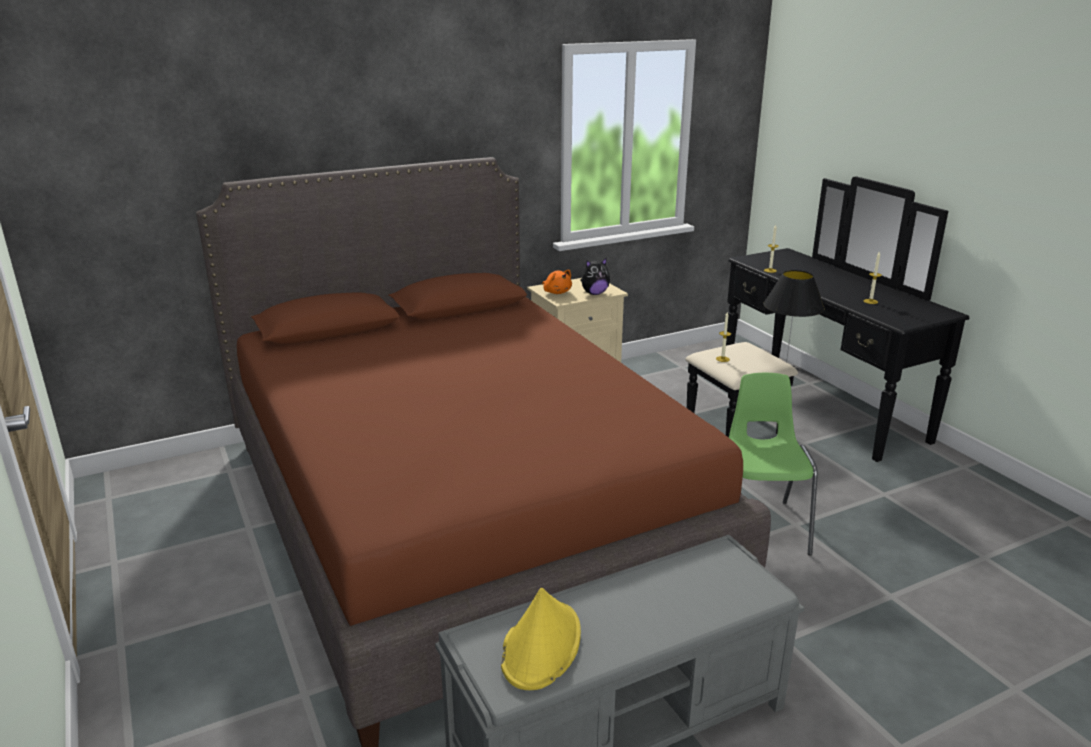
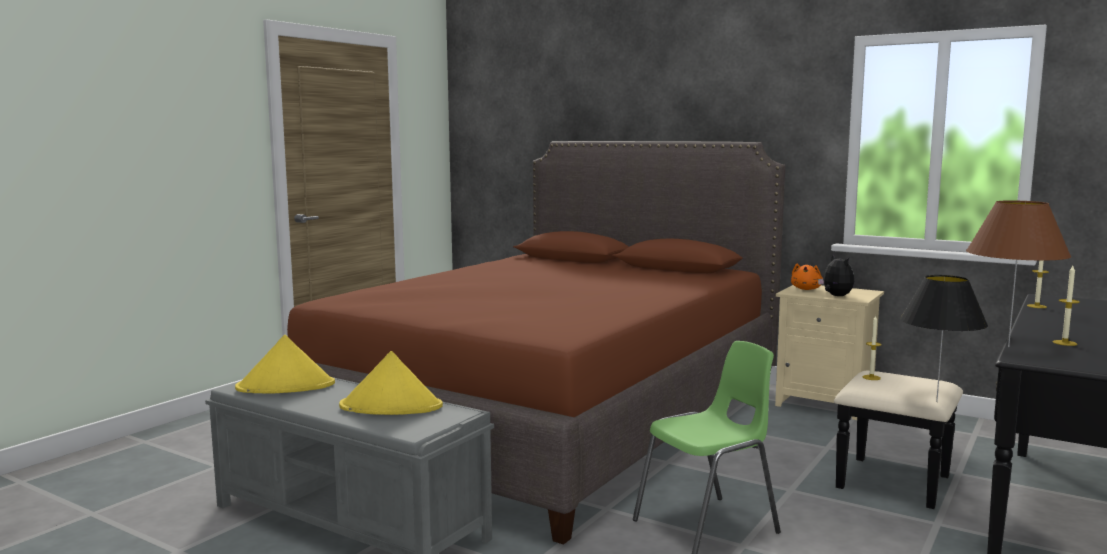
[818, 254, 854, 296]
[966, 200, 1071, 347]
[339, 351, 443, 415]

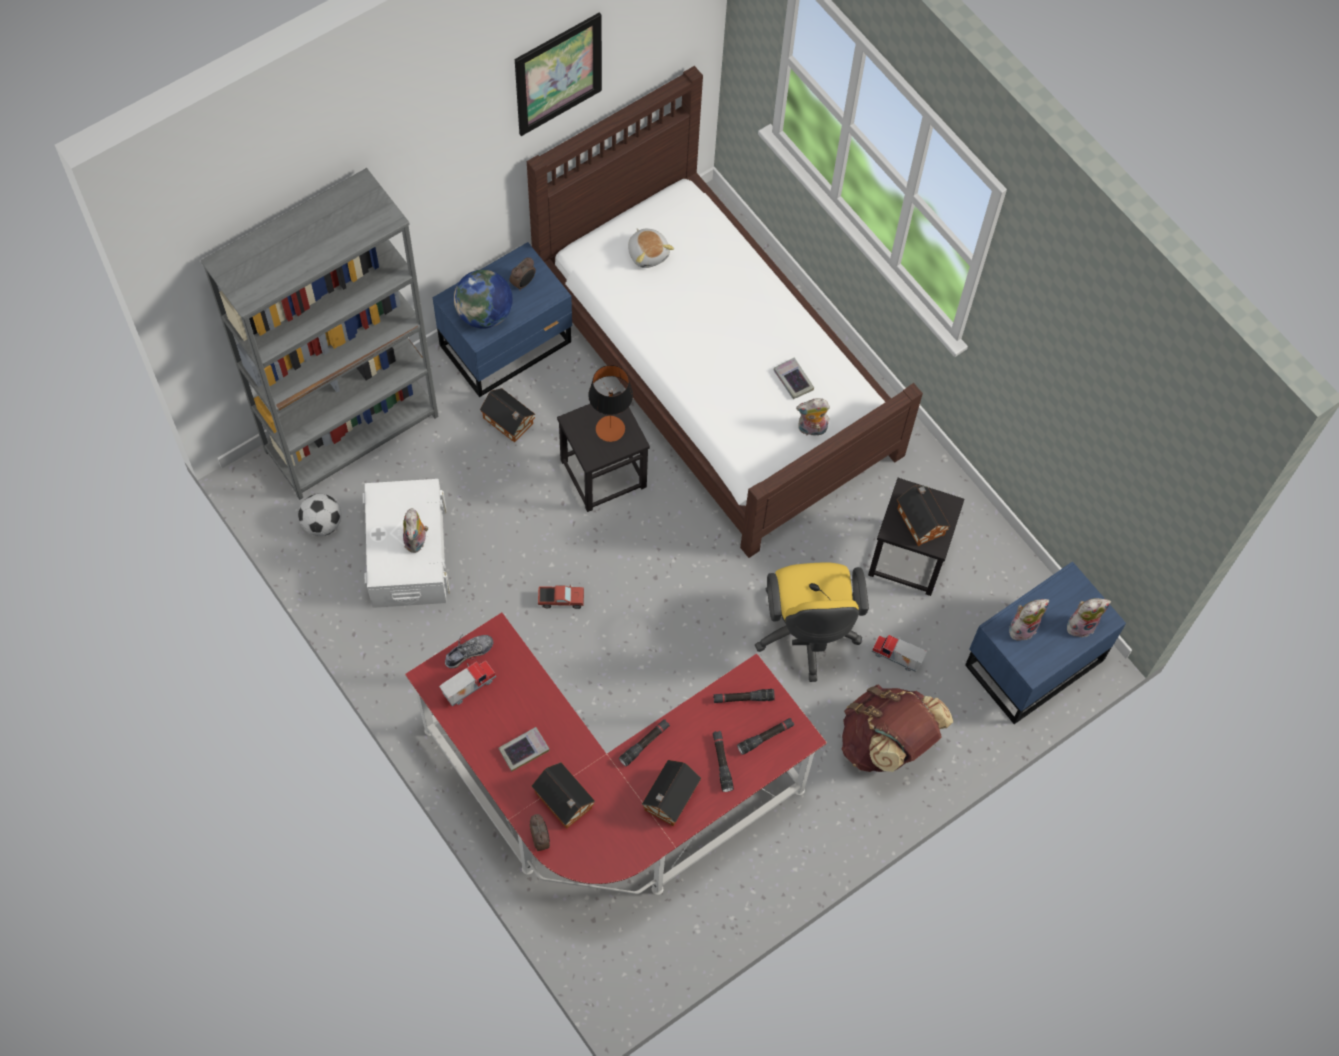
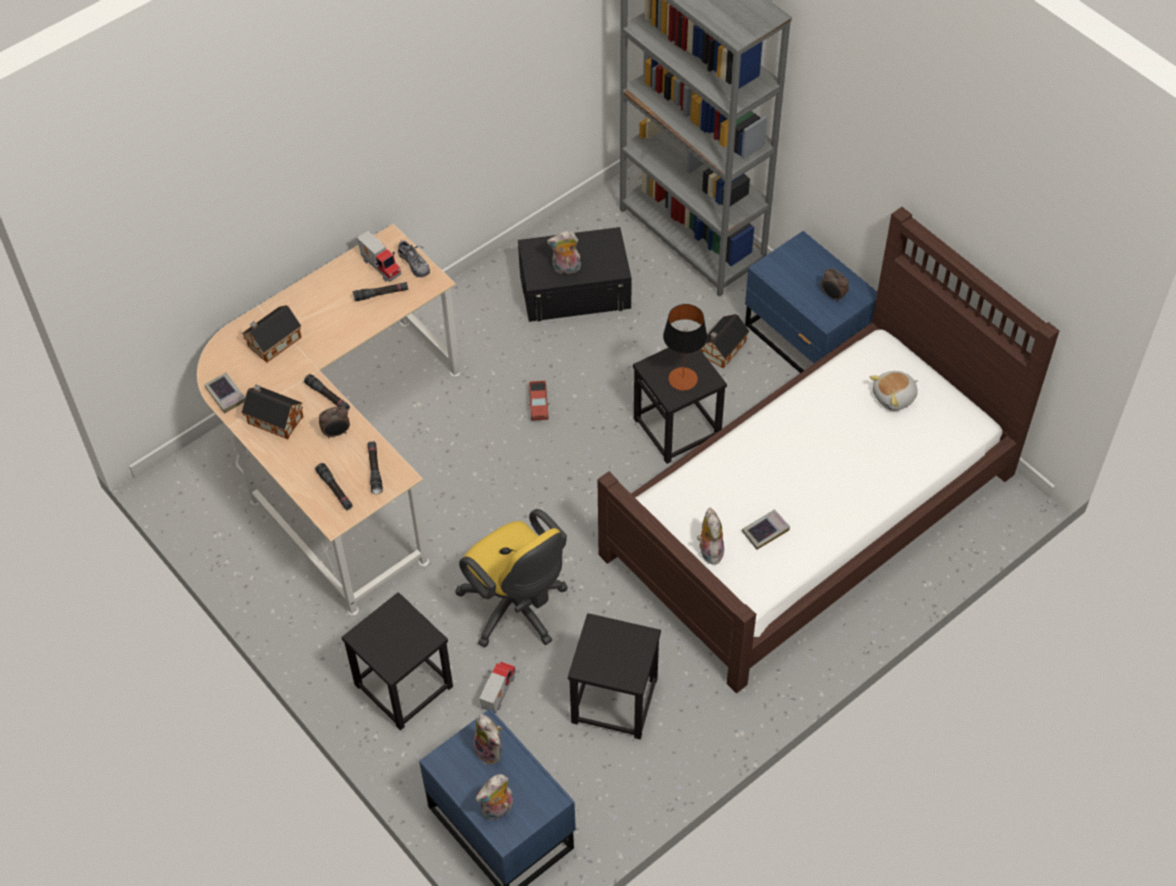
[515, 12, 602, 136] (first image)
[454, 270, 513, 329] (first image)
[518, 227, 632, 322]
[897, 485, 951, 546] (first image)
[298, 494, 341, 536] (first image)
[455, 509, 568, 647]
[476, 774, 514, 820]
[197, 224, 460, 616]
[342, 592, 453, 730]
[204, 372, 245, 413]
[353, 282, 408, 301]
[319, 407, 350, 439]

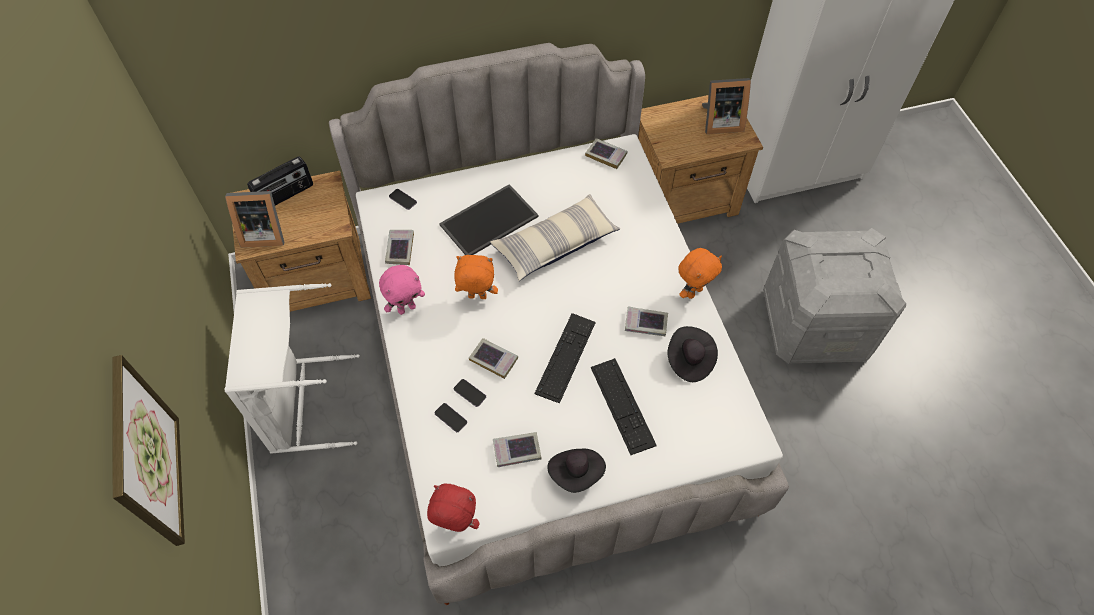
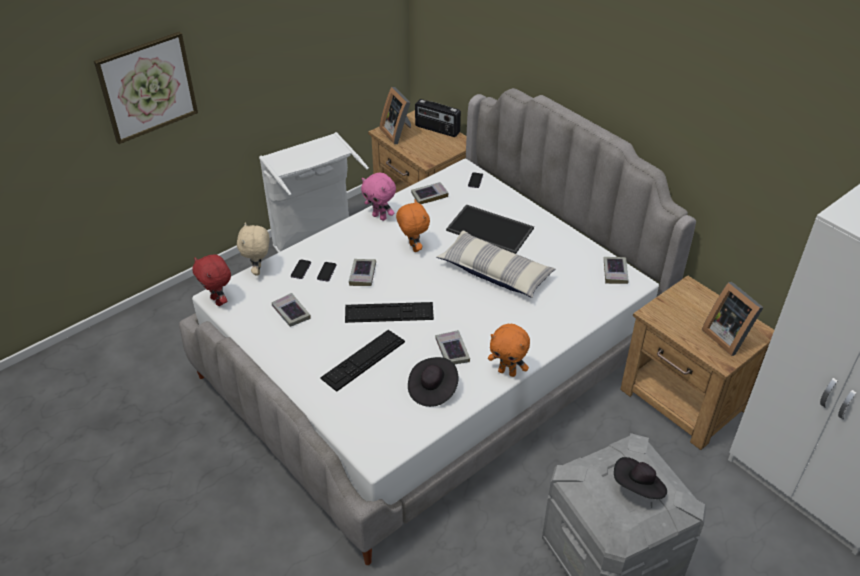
[614, 457, 667, 499]
[193, 254, 231, 306]
[237, 222, 269, 275]

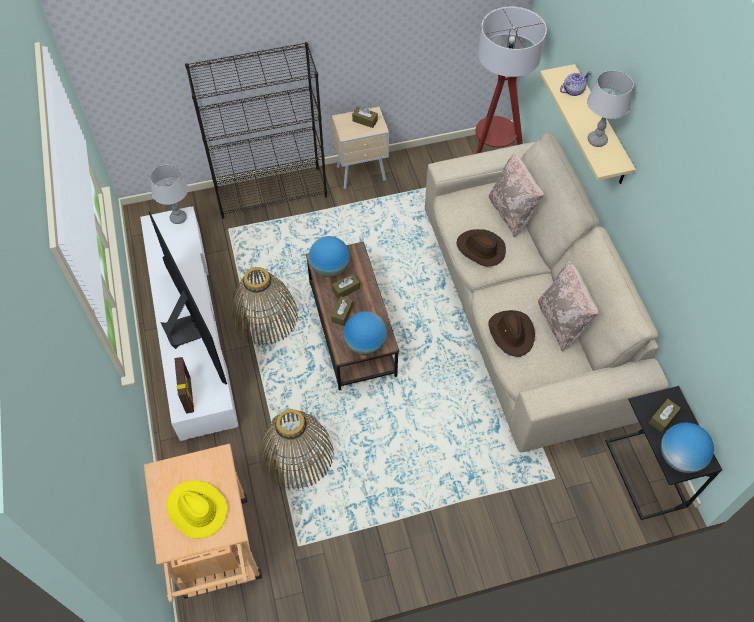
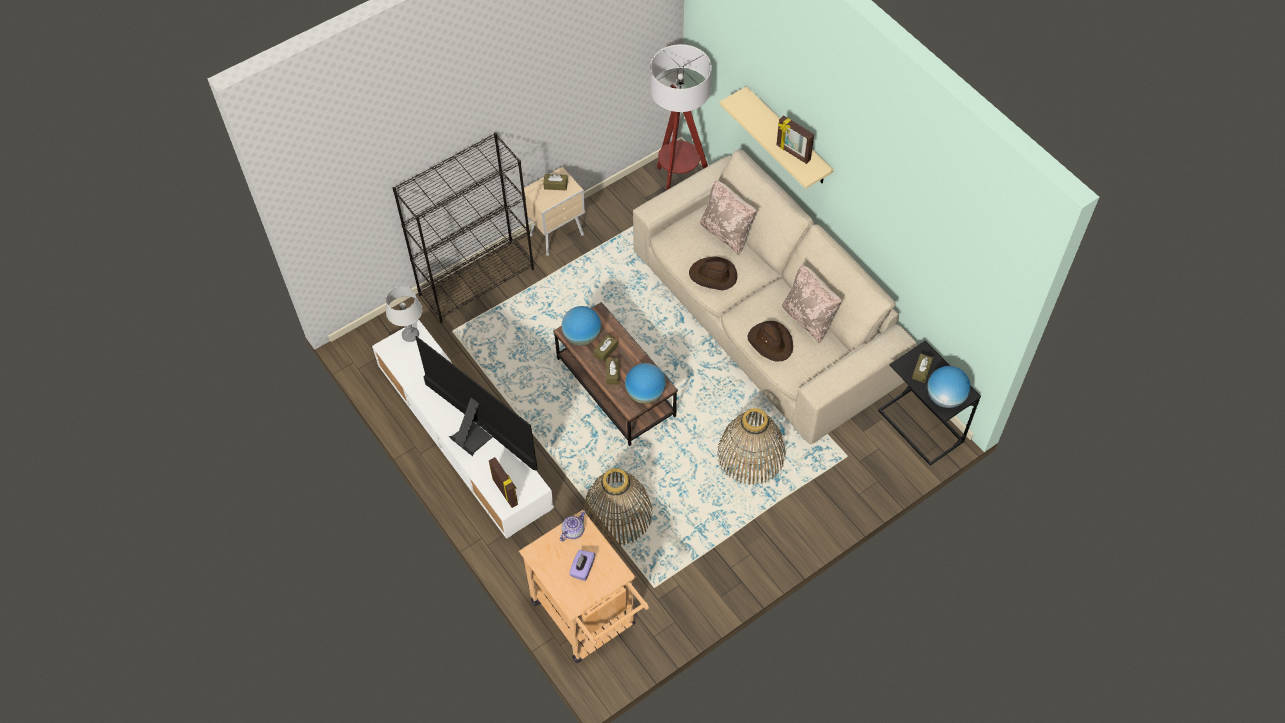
[776, 115, 814, 164]
[560, 511, 586, 541]
[717, 408, 786, 485]
[569, 550, 595, 581]

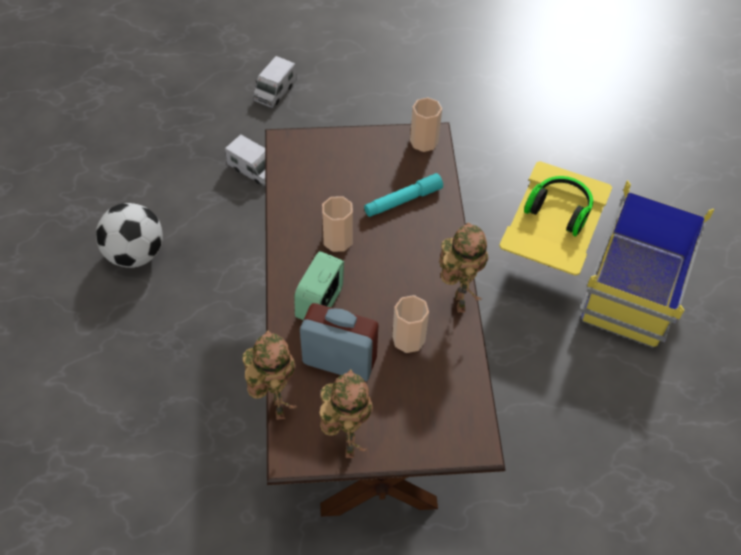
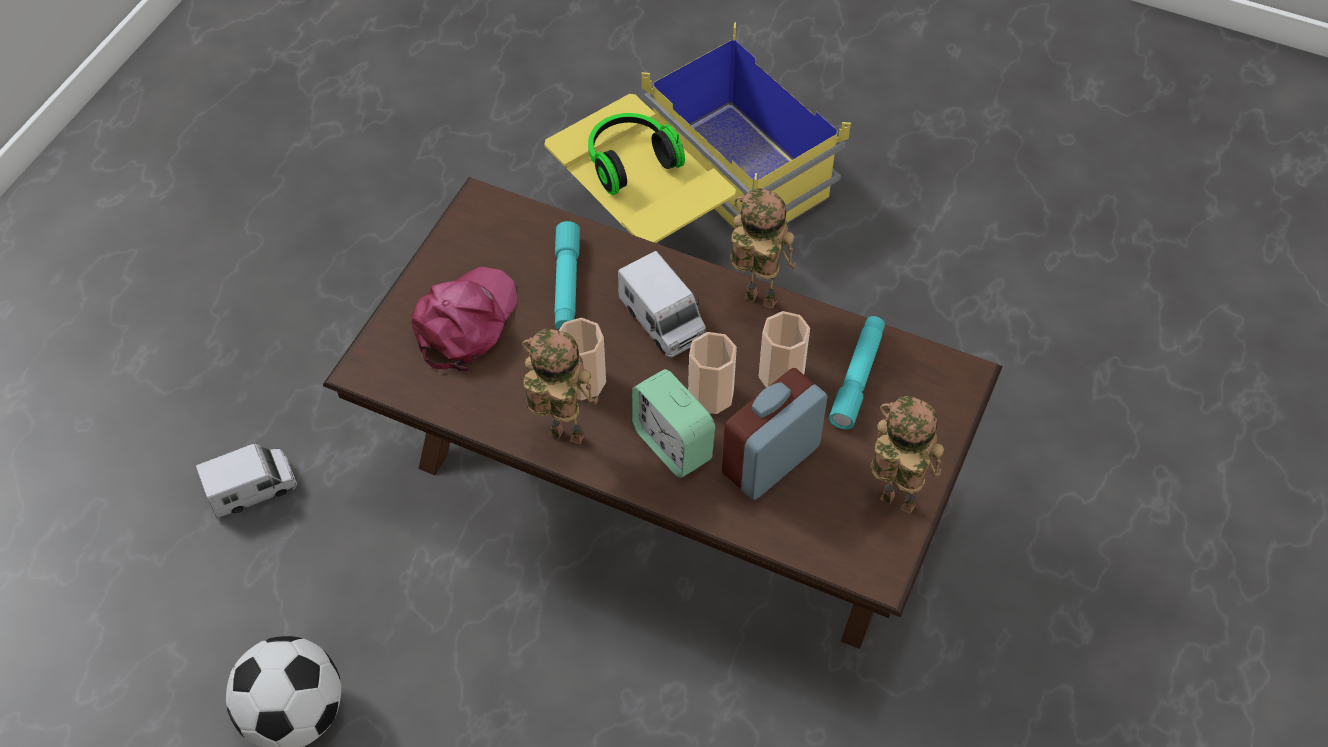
[618, 251, 706, 358]
[688, 332, 737, 414]
[522, 328, 599, 444]
[412, 266, 518, 371]
[829, 316, 885, 429]

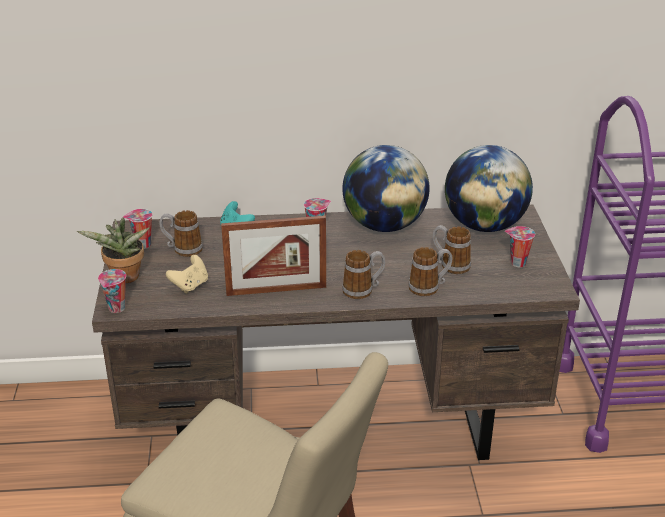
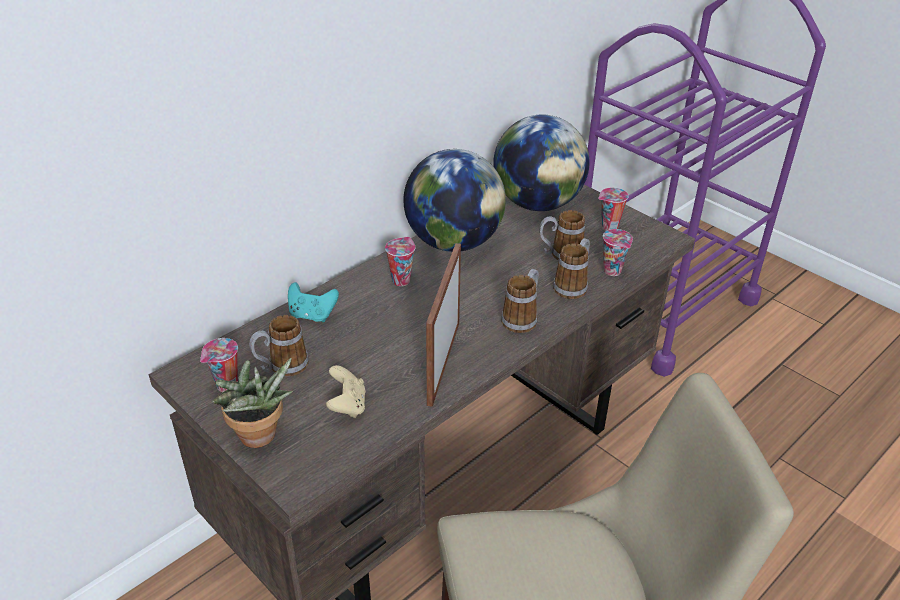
[426, 243, 461, 407]
[603, 229, 633, 276]

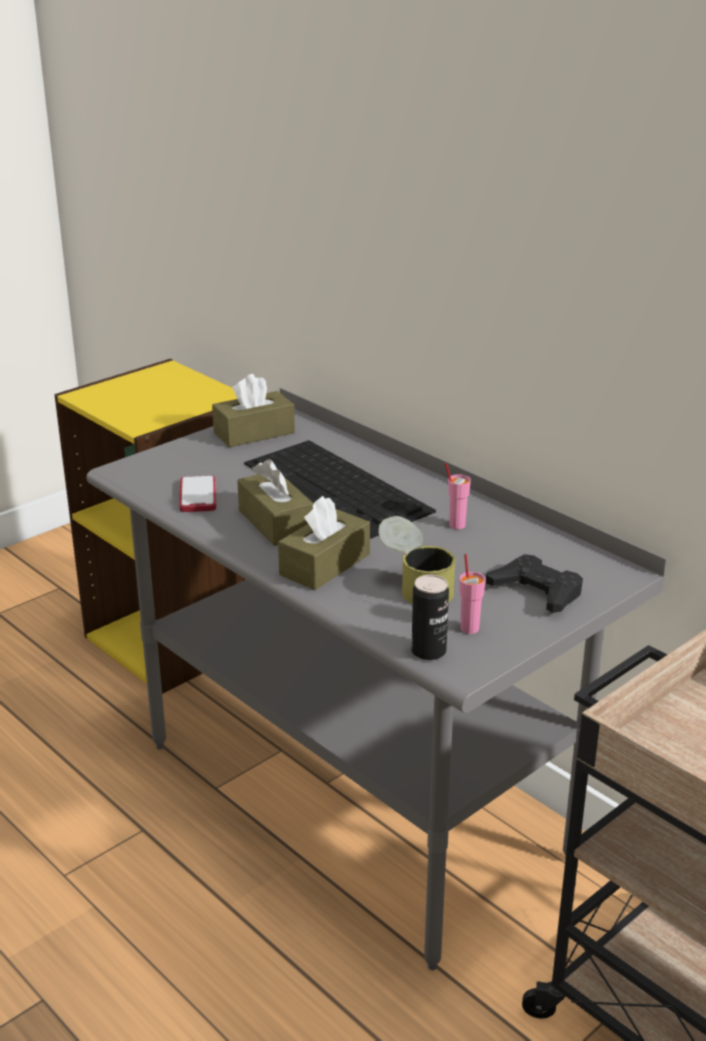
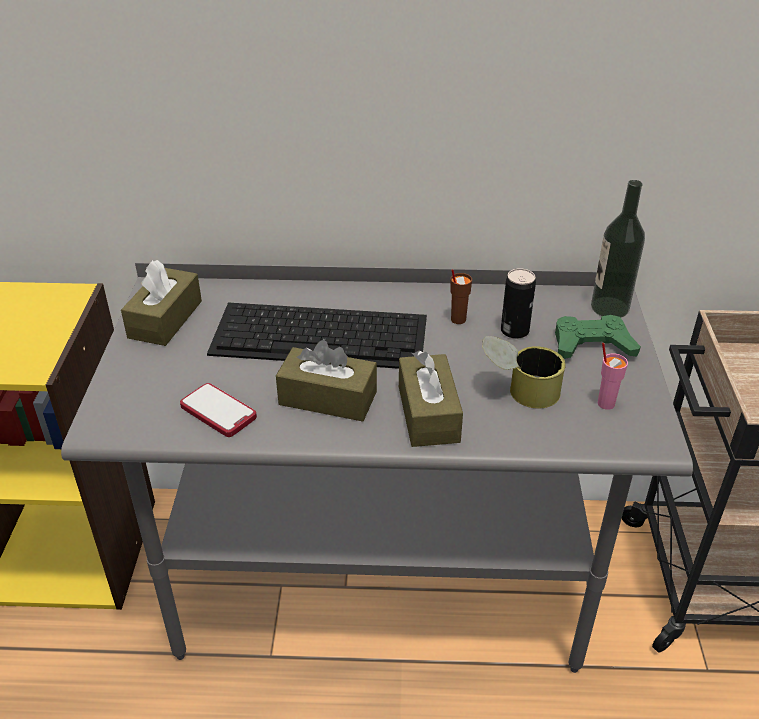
[451, 269, 472, 324]
[555, 315, 641, 359]
[501, 268, 536, 339]
[591, 180, 645, 318]

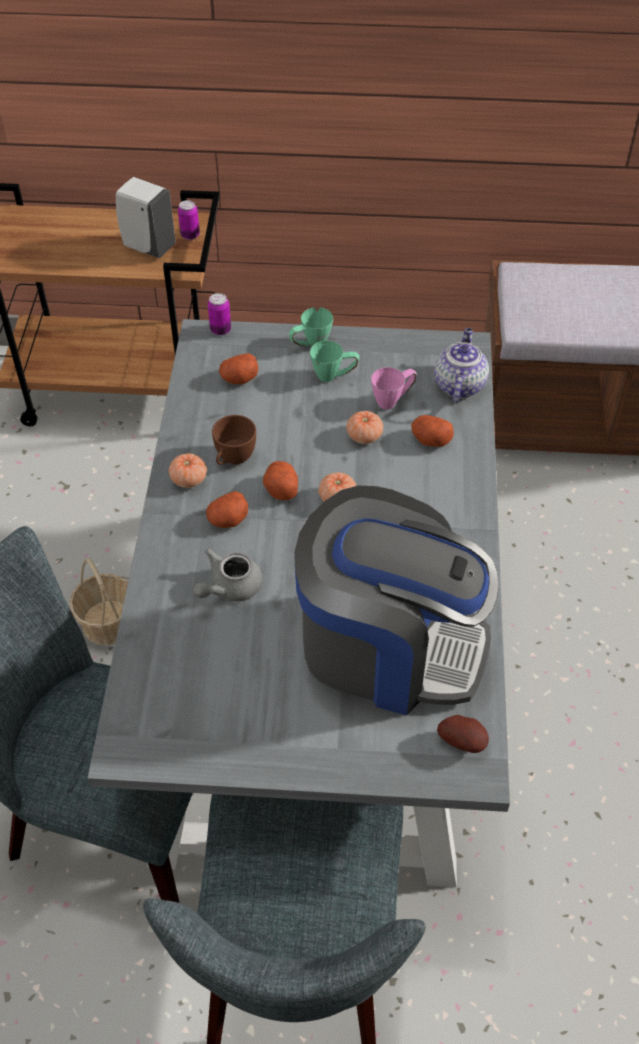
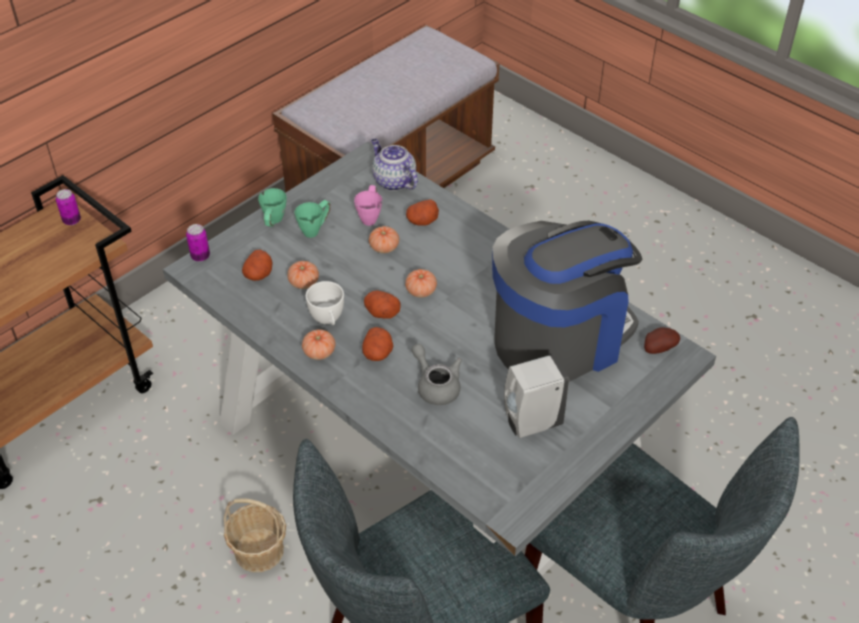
[504, 355, 569, 438]
[306, 281, 344, 325]
[412, 344, 462, 405]
[287, 261, 319, 289]

